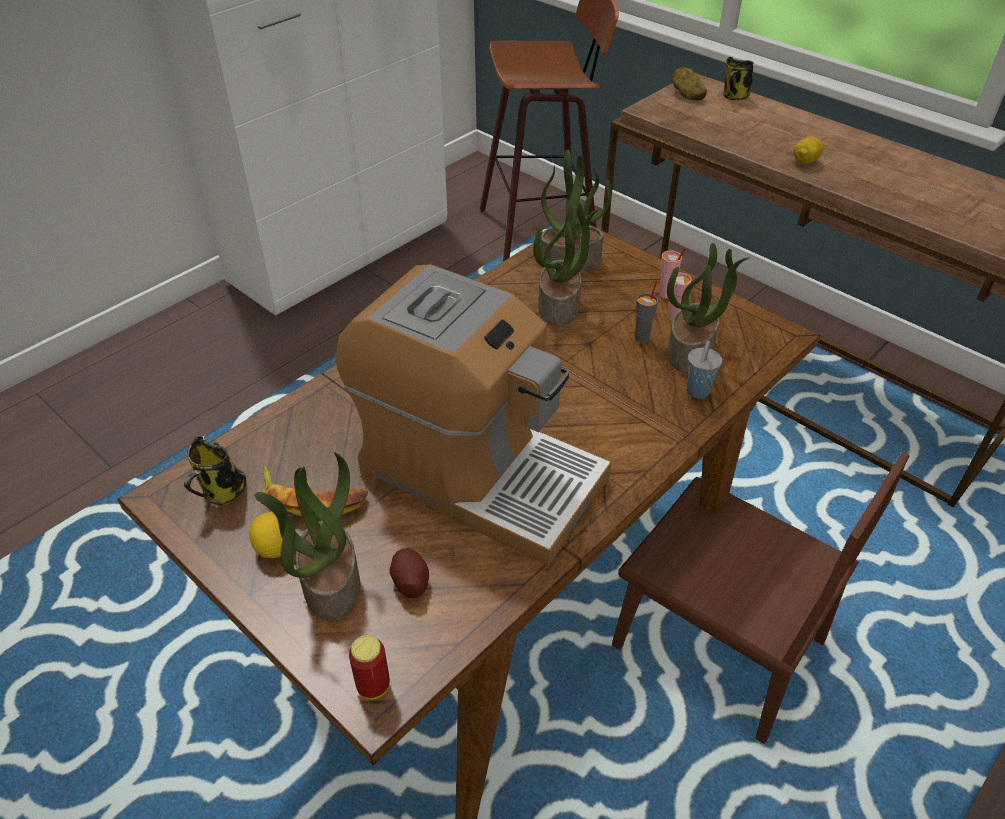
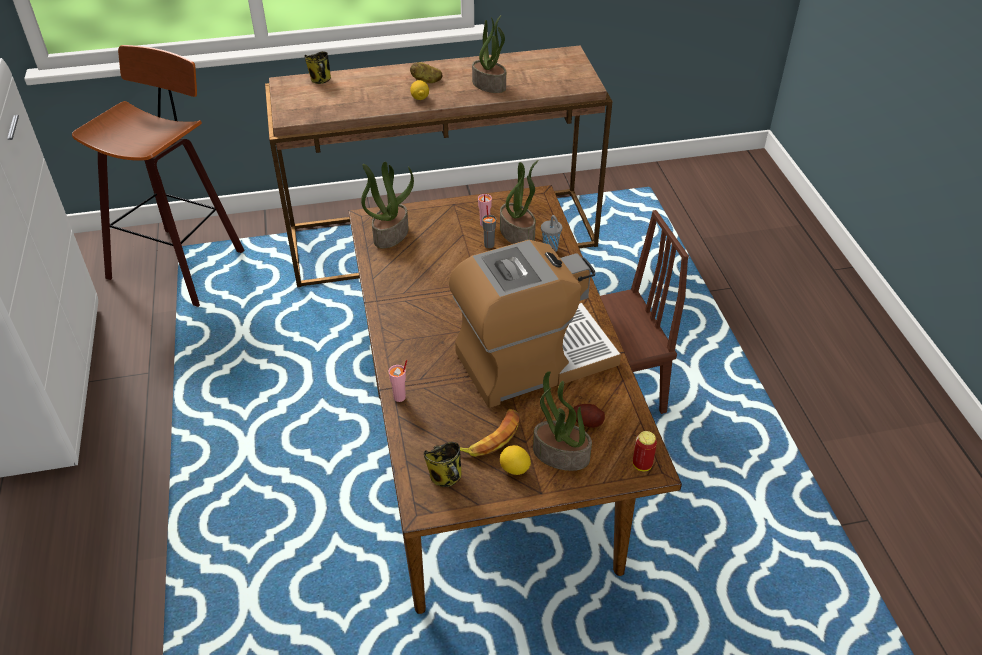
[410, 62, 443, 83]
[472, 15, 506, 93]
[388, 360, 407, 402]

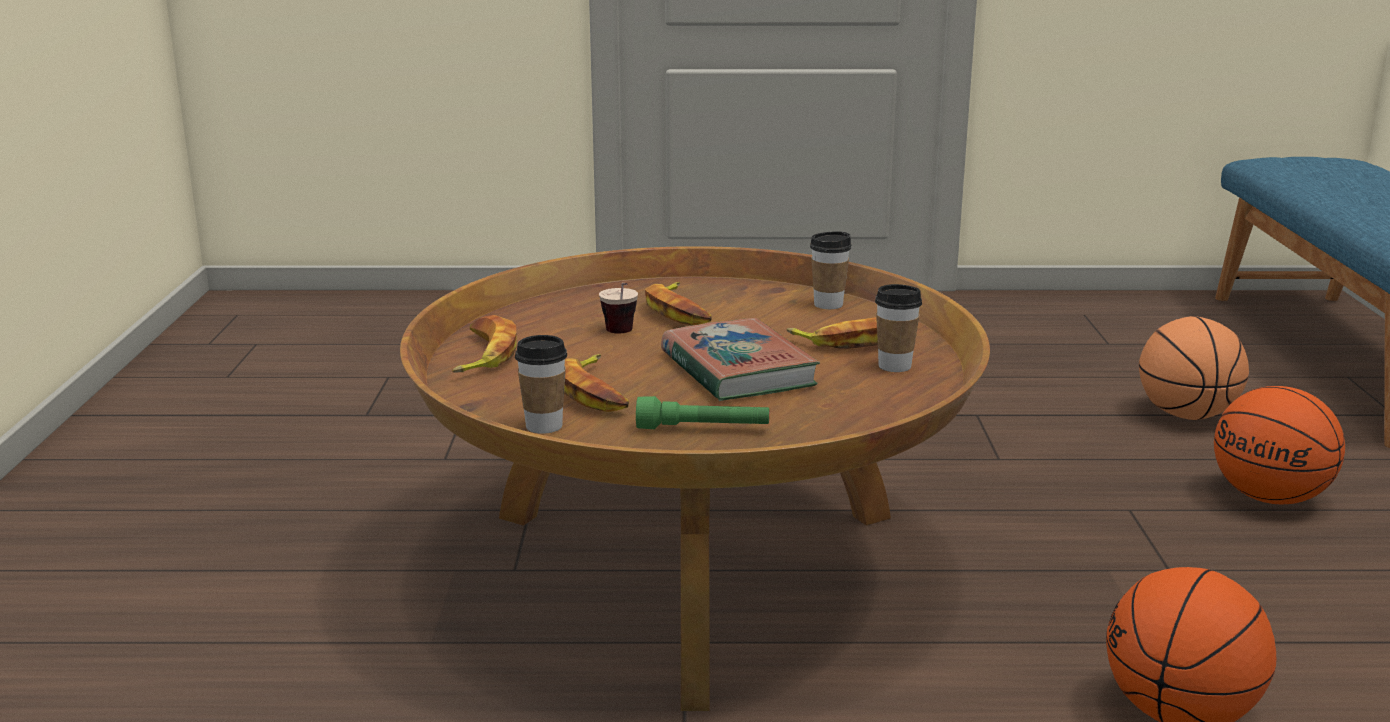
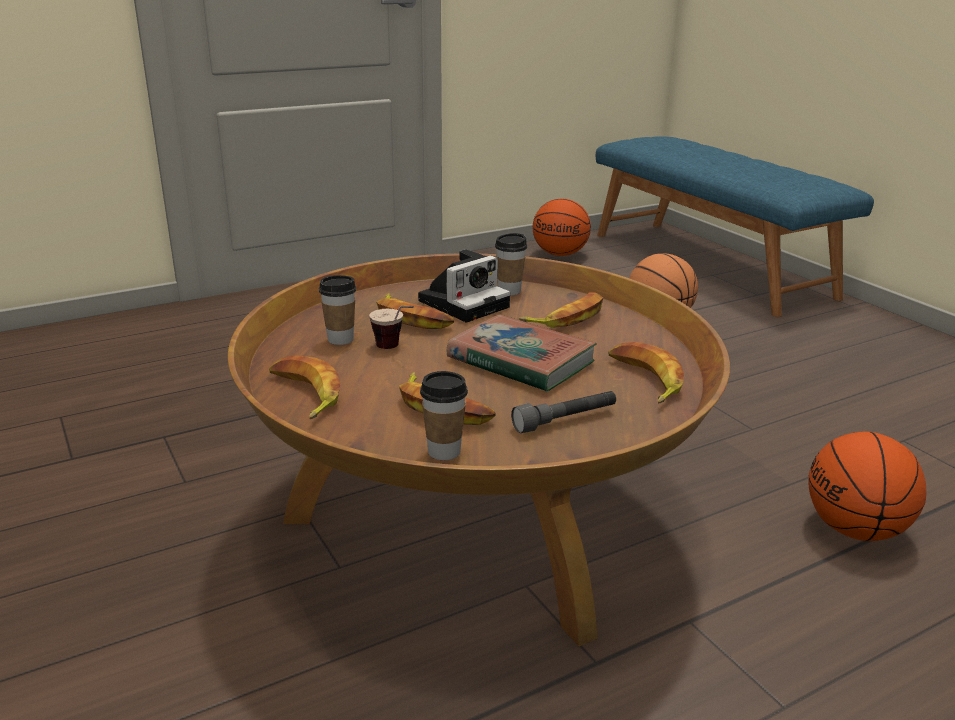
[319, 275, 356, 345]
[533, 199, 591, 256]
[511, 391, 616, 433]
[418, 249, 510, 322]
[608, 342, 684, 403]

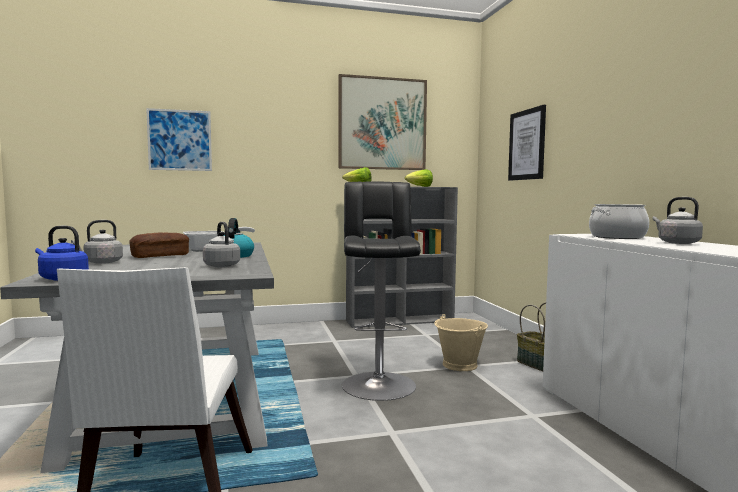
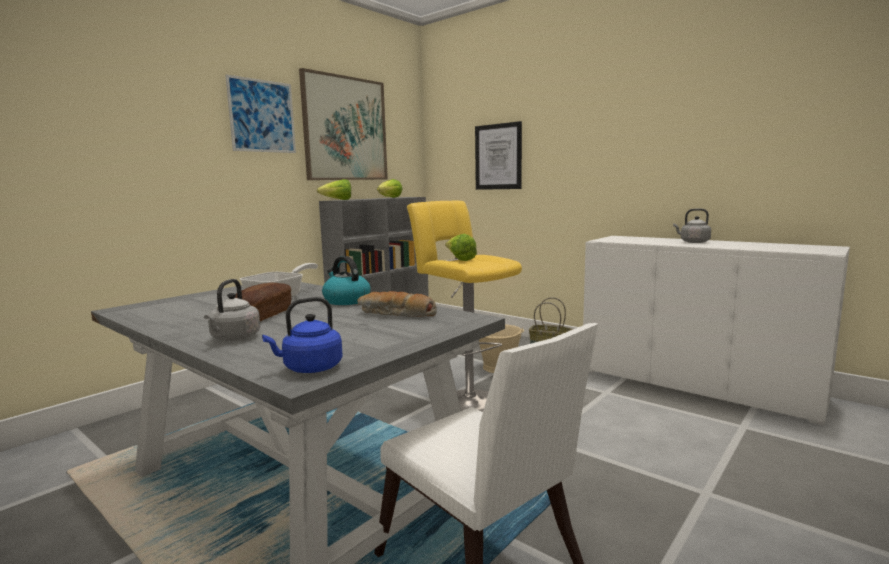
[225, 74, 296, 153]
[407, 201, 522, 412]
[589, 204, 649, 239] (first image)
[357, 291, 437, 317]
[445, 233, 477, 261]

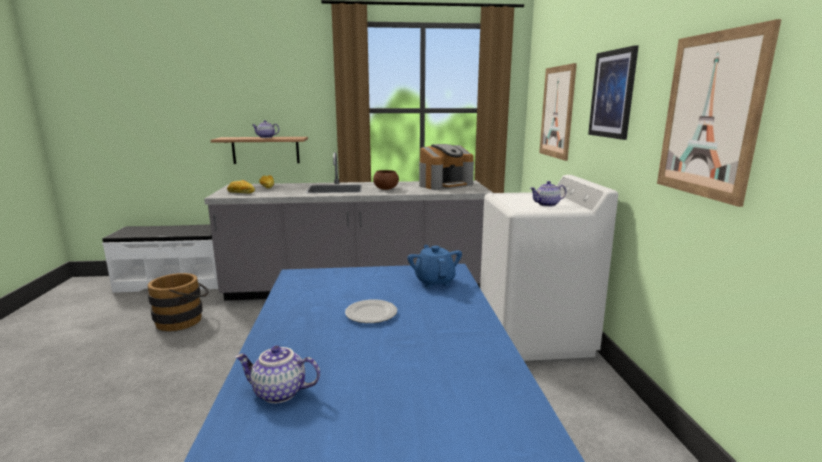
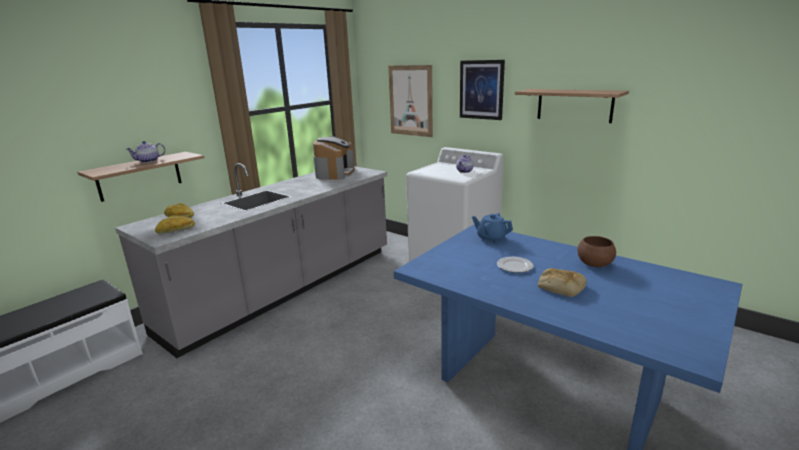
[515, 89, 629, 123]
[577, 236, 616, 267]
[148, 273, 209, 331] (first image)
[235, 345, 320, 404] (first image)
[538, 268, 587, 297]

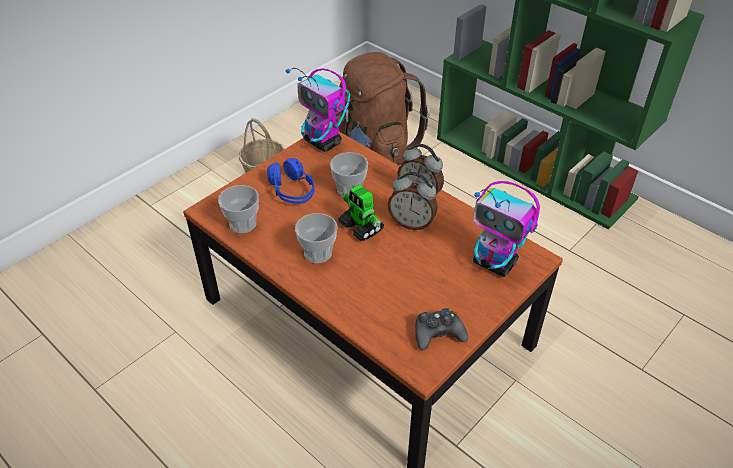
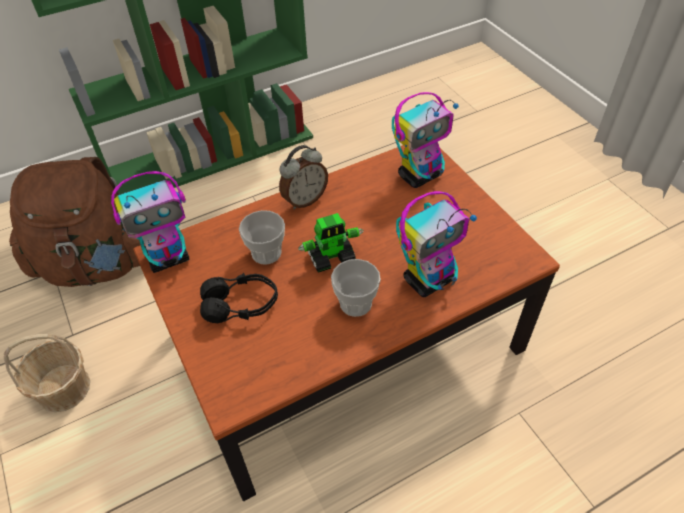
[200, 273, 278, 323]
[388, 172, 438, 230] (first image)
[218, 185, 259, 233] (first image)
[415, 308, 468, 351] (first image)
[396, 191, 477, 297]

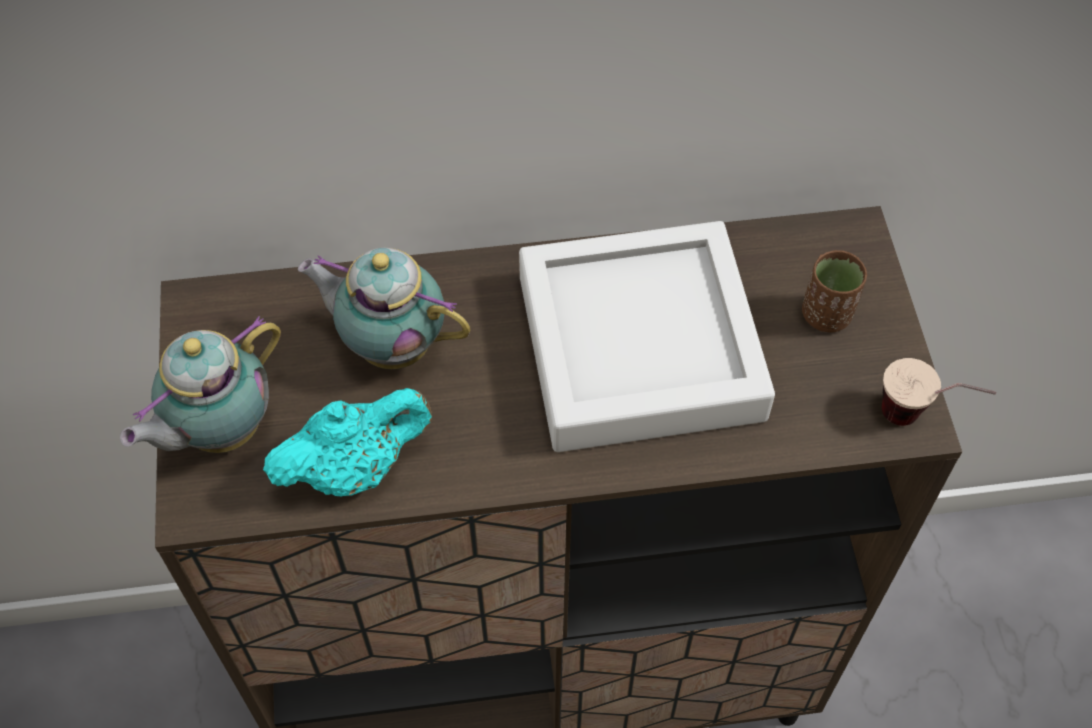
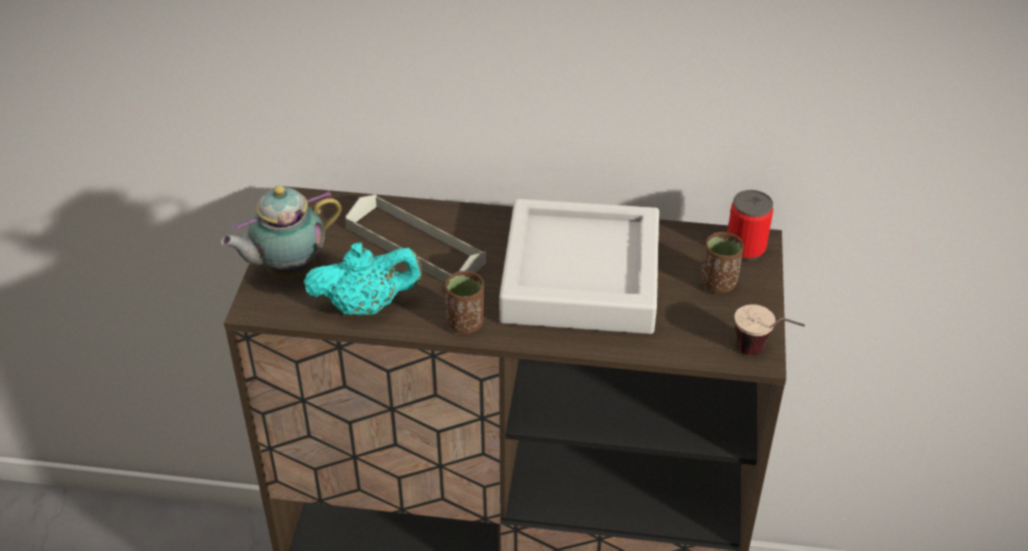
[345, 194, 486, 282]
[727, 190, 773, 261]
[445, 271, 484, 334]

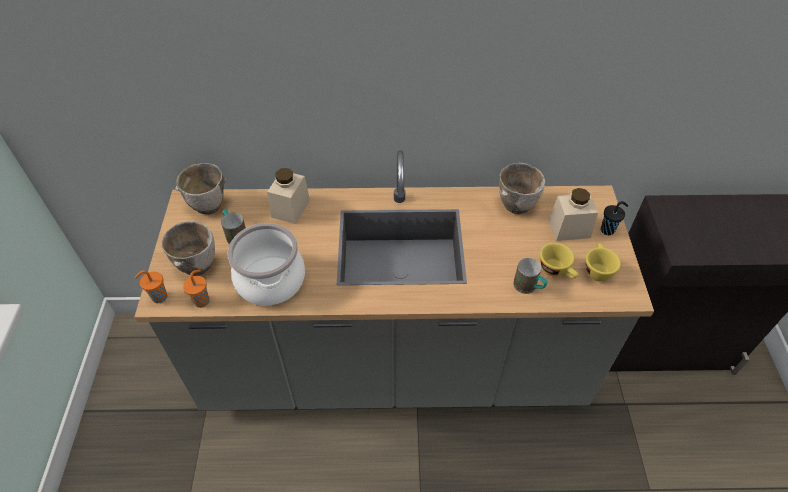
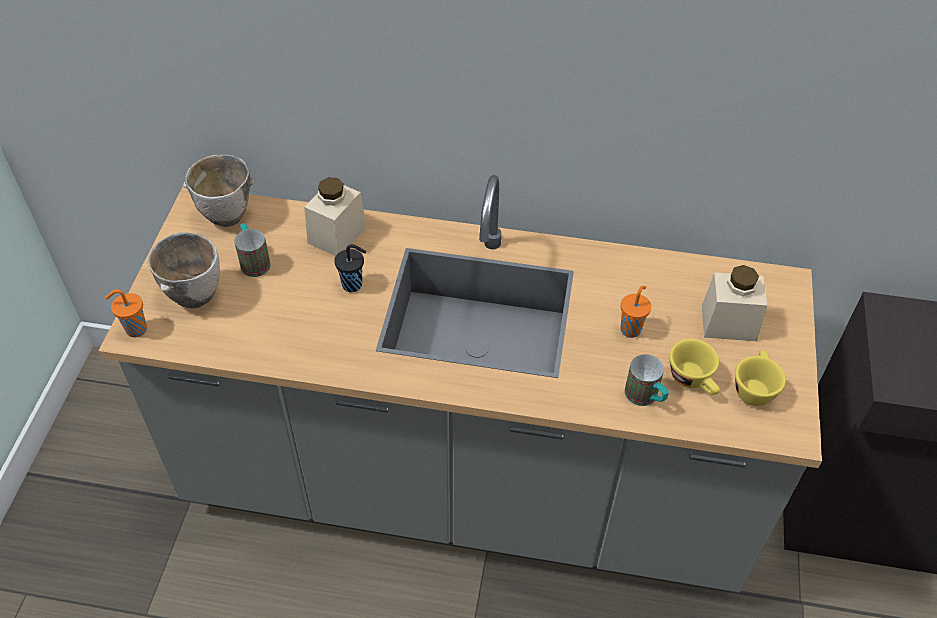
[499, 163, 545, 214] (first image)
[334, 244, 366, 292]
[227, 223, 305, 306] (first image)
[621, 286, 651, 338]

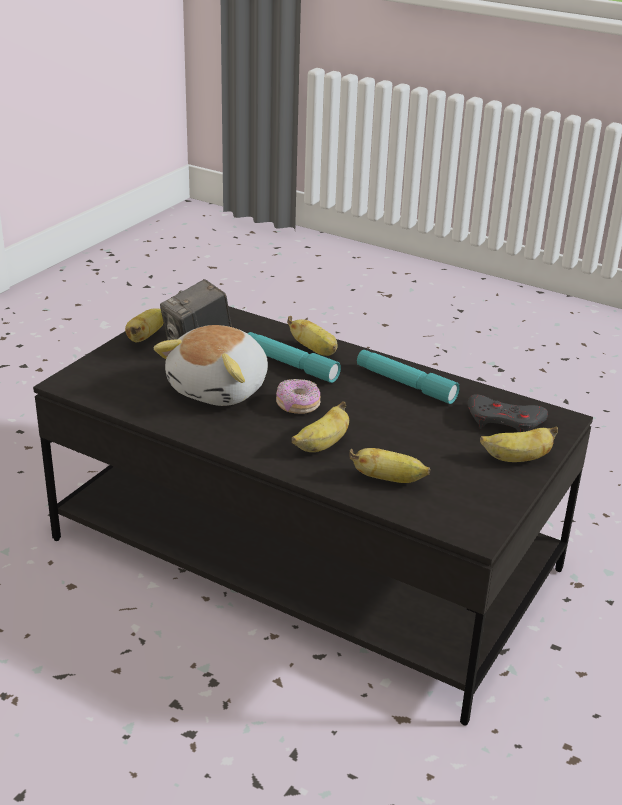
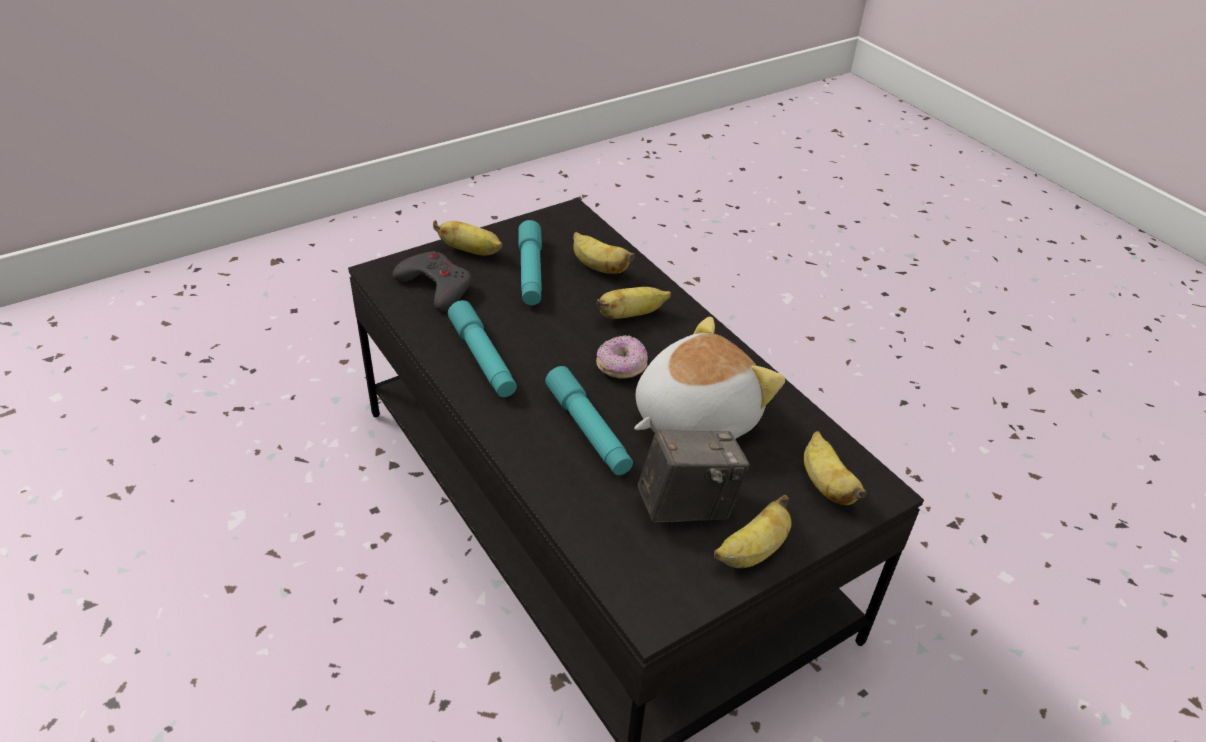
[804, 431, 867, 505]
[518, 220, 542, 305]

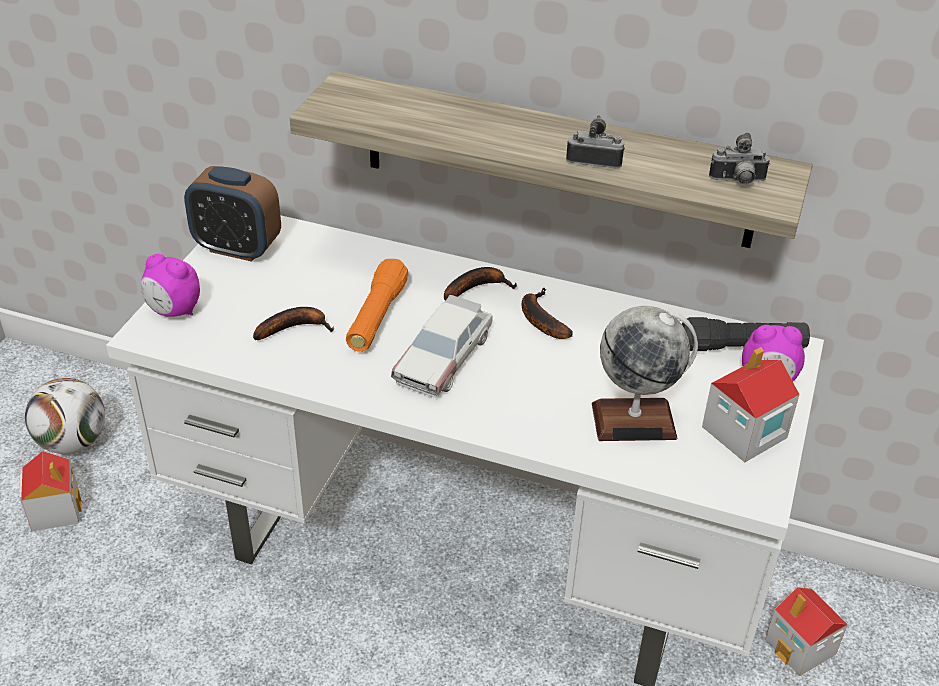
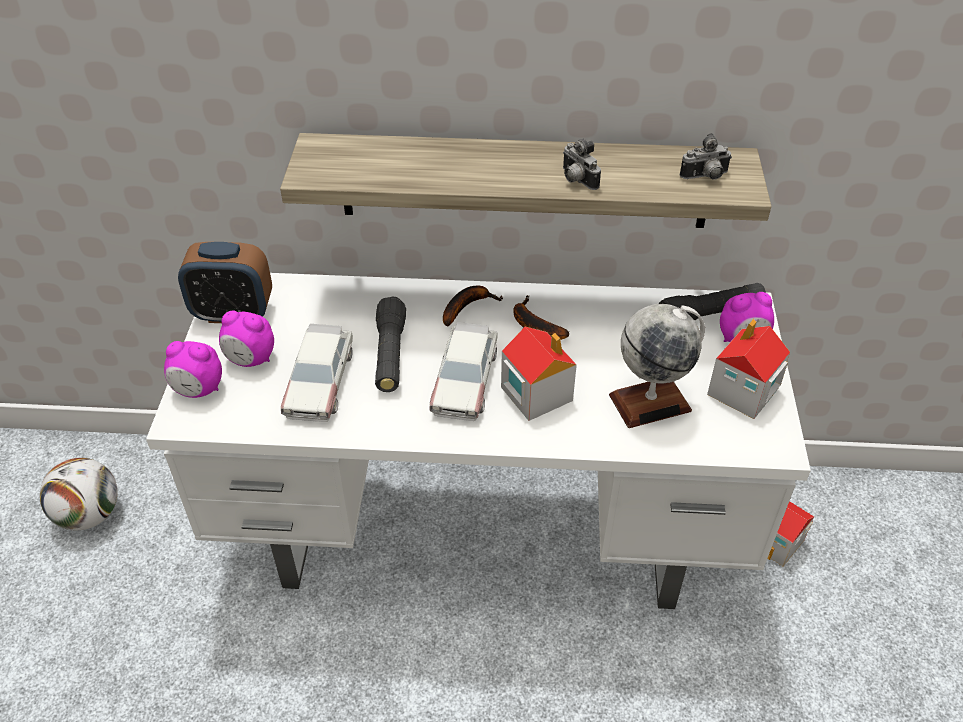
[563, 139, 601, 190]
[375, 297, 406, 392]
[281, 324, 353, 422]
[501, 327, 577, 421]
[219, 311, 274, 367]

